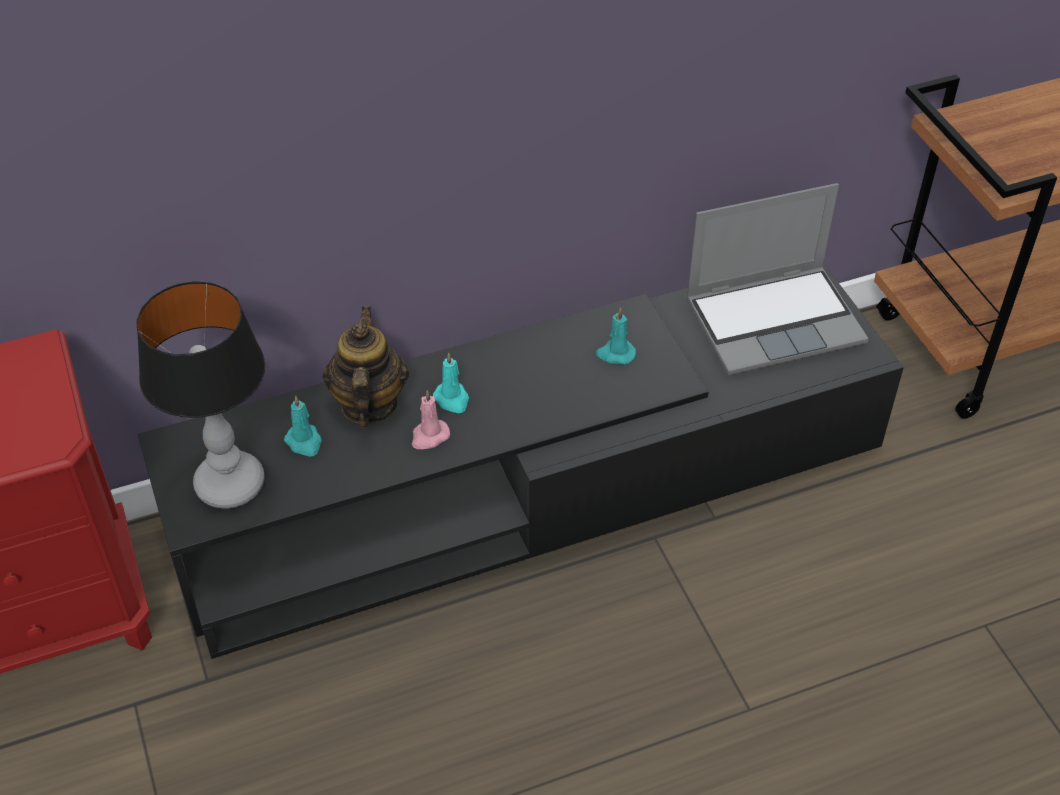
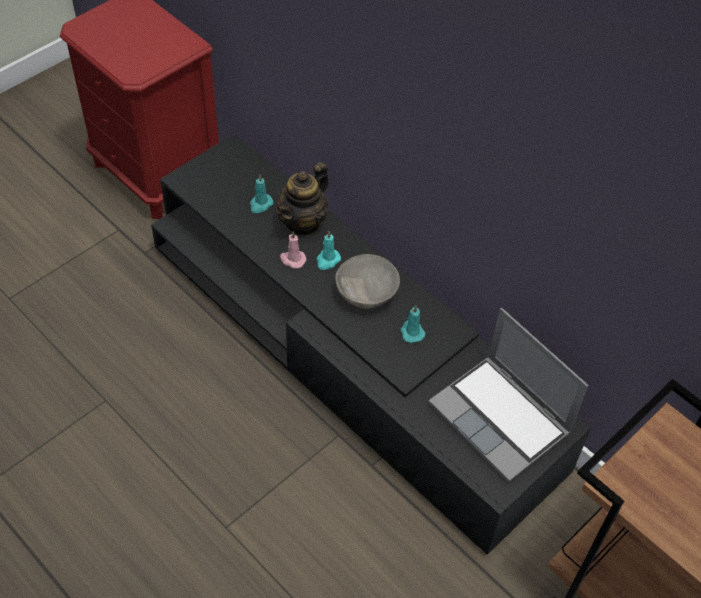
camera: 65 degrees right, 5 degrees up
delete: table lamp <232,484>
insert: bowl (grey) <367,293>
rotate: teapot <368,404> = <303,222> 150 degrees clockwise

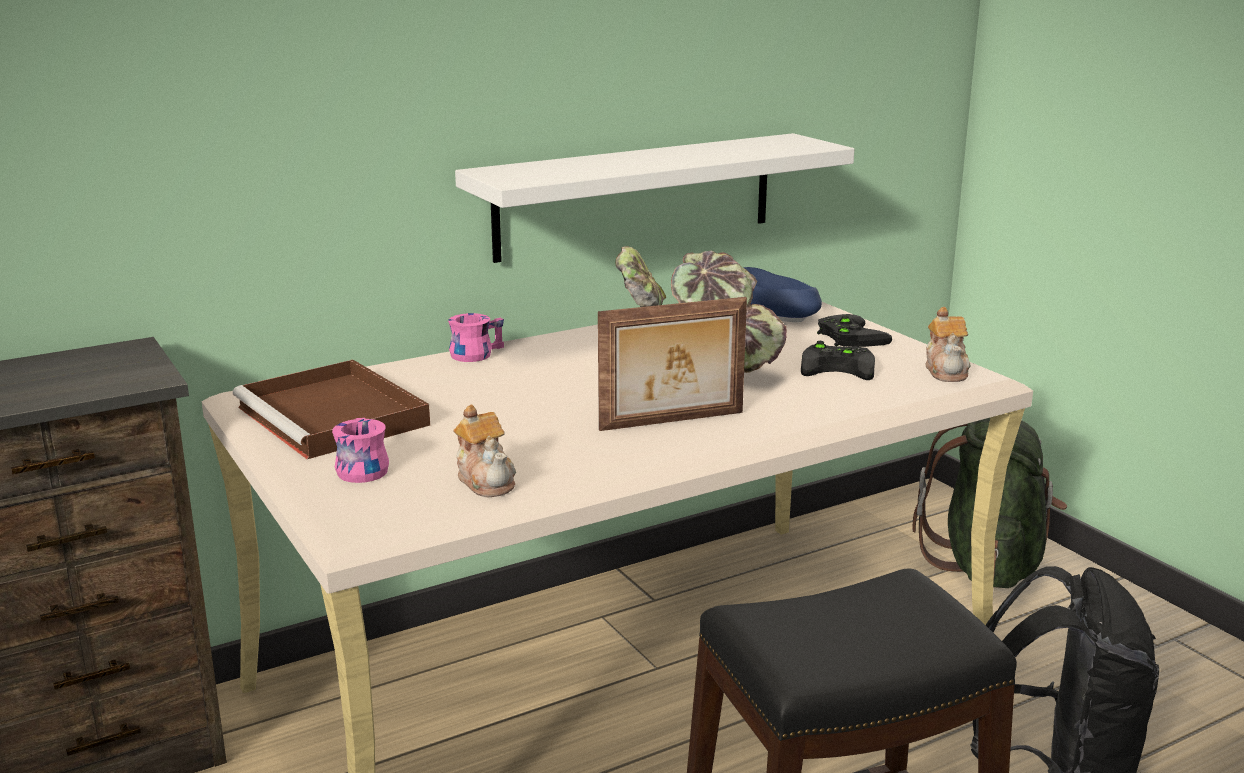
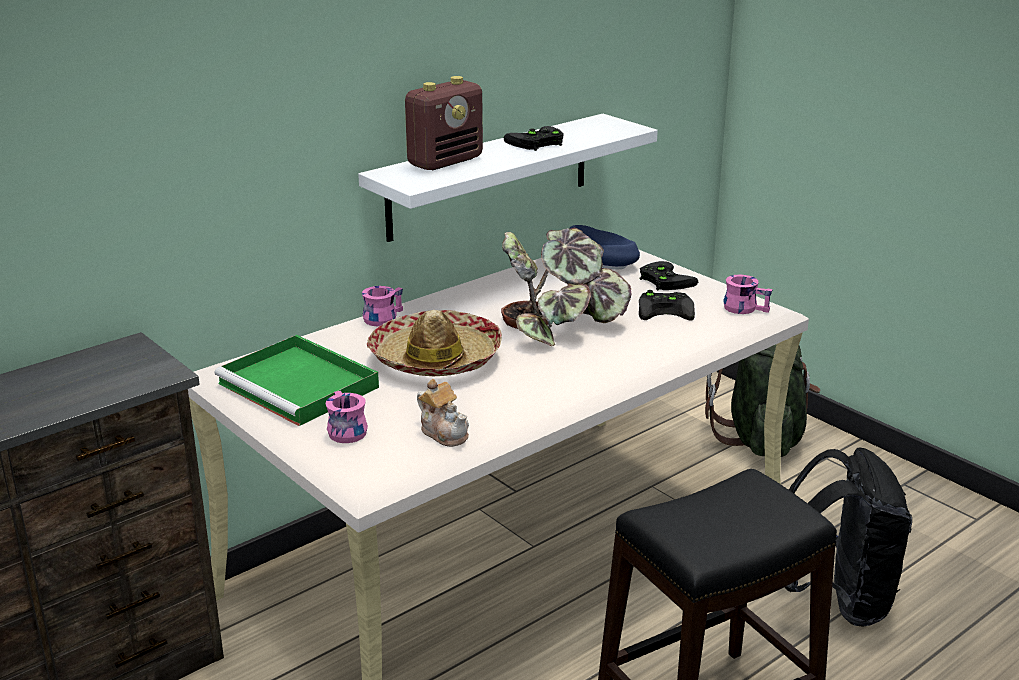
camera: 10 degrees left, 5 degrees up
delete: picture frame <672,422>
insert: hat <435,358>; radio <445,161>; game controller (black) <535,143>
replace: teapot <947,371> to mug (pink) <745,307>
recolor: tray (brown) <335,417> to tray (green) <301,386>

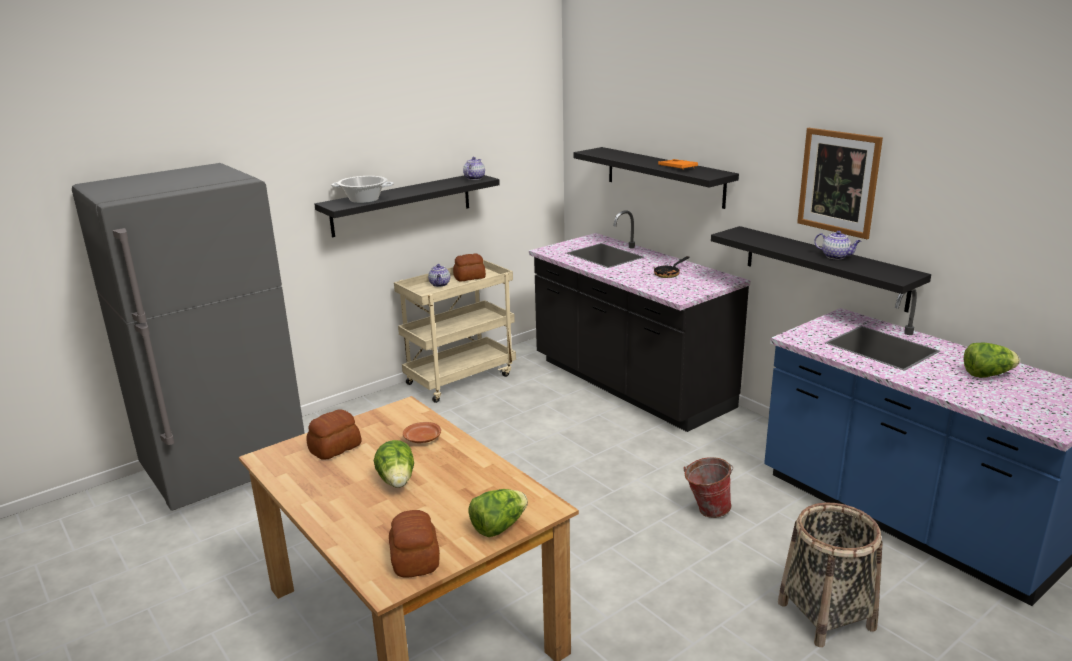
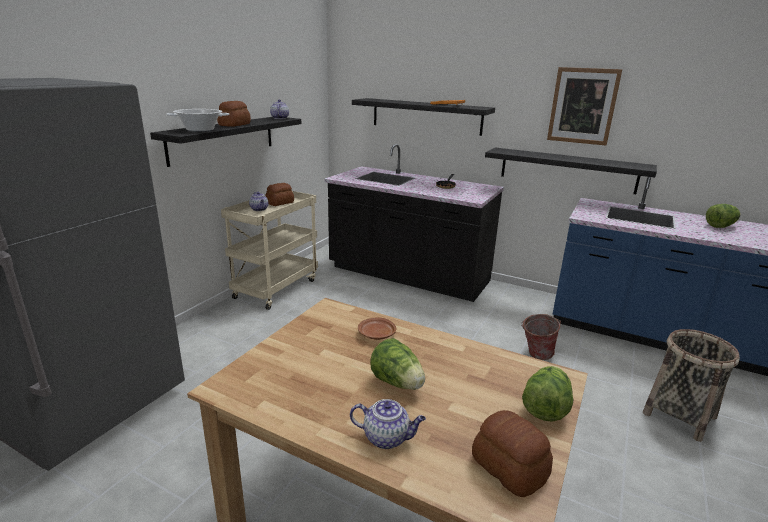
camera: 25 degrees left, 0 degrees up
move: bread <334,448> to <234,125>; teapot <836,256> to <387,438>

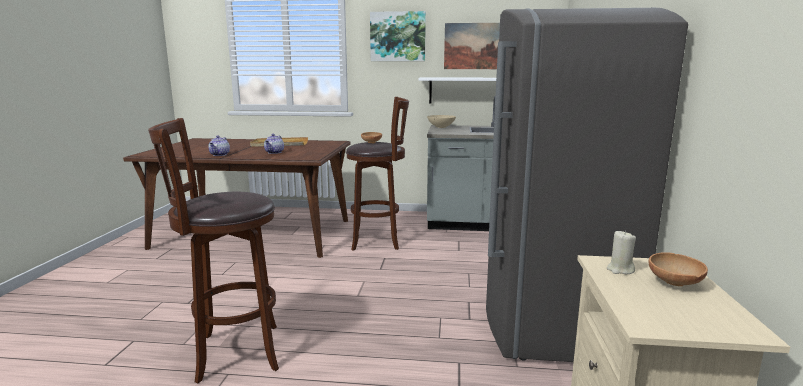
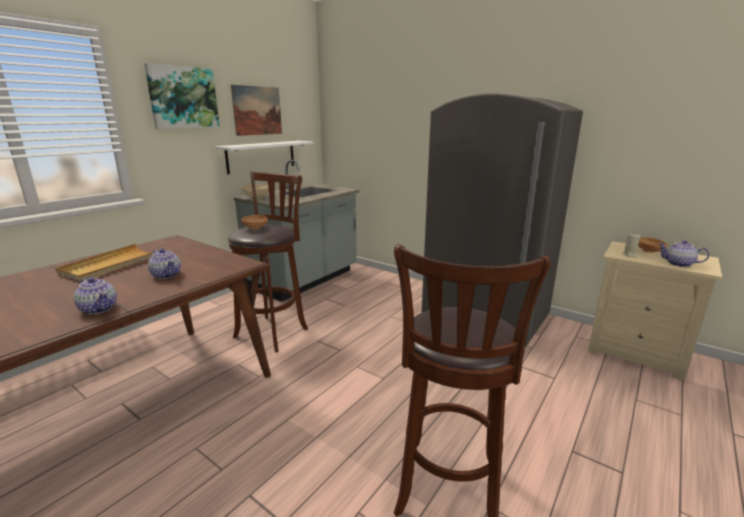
camera: 60 degrees left, 5 degrees up
insert: teapot <678,264>

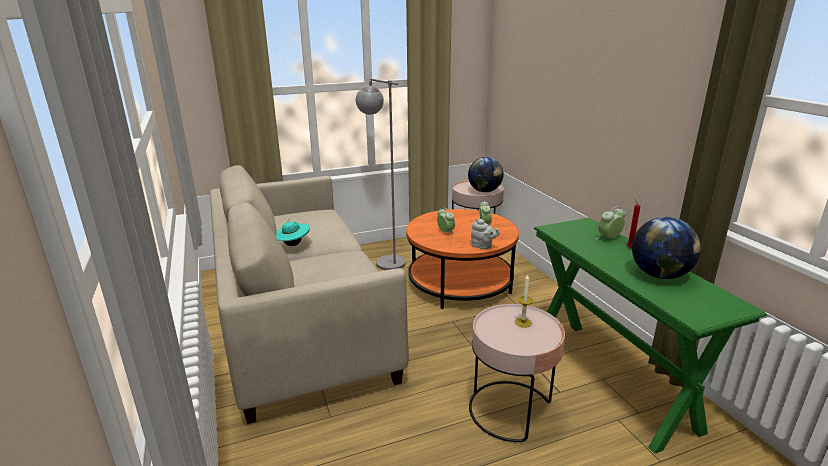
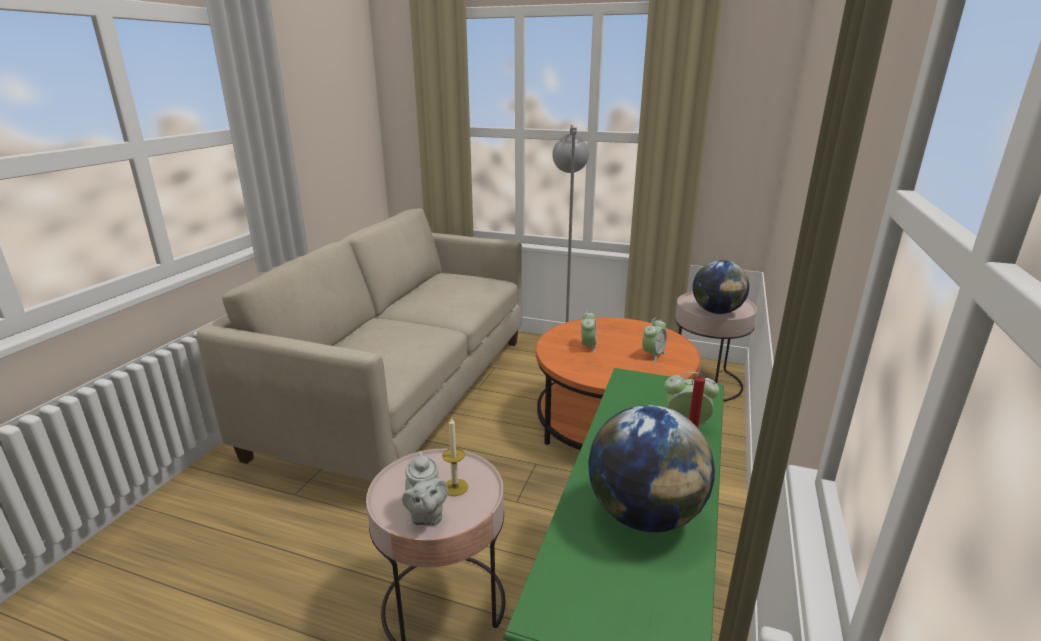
camera: 40 degrees right, 0 degrees up
delete: hat (turquoise) <293,244>
move: teapot (grey) <483,246> to <426,515>

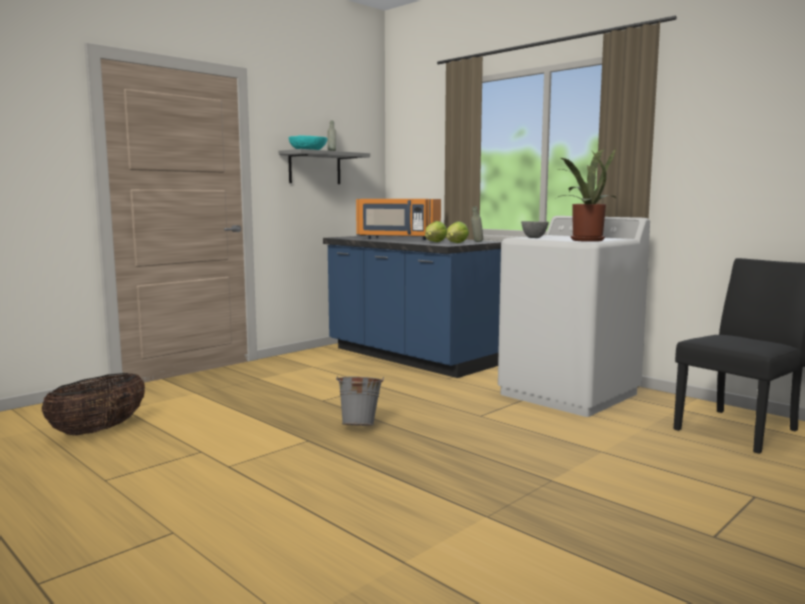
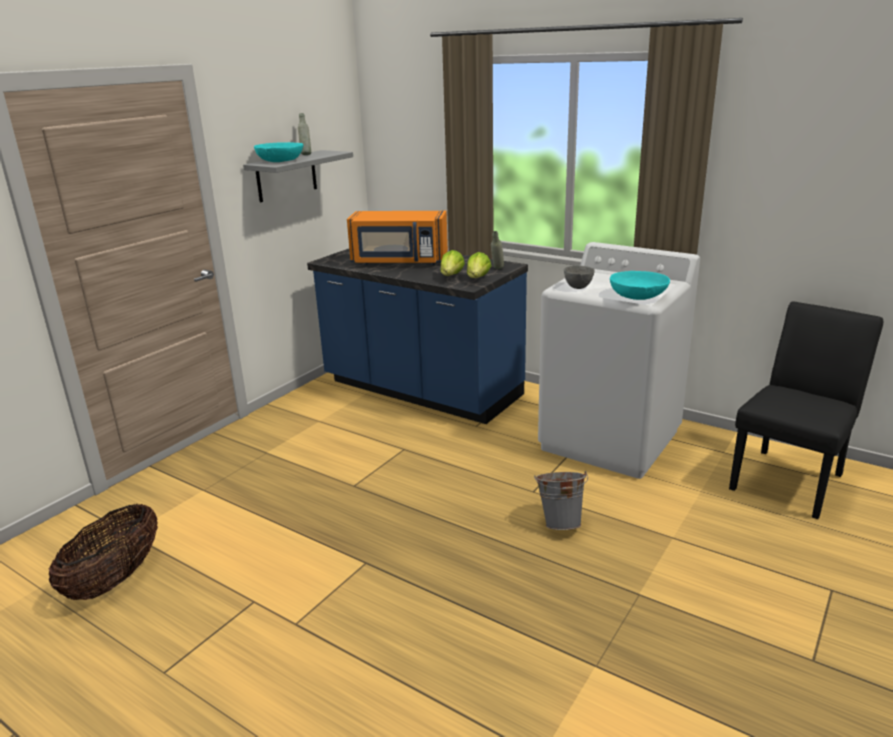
camera: 10 degrees left, 15 degrees up
move: bucket (grey) <360,426> to <560,522>
replace: potted plant <584,240> to bowl (turquoise) <638,296>

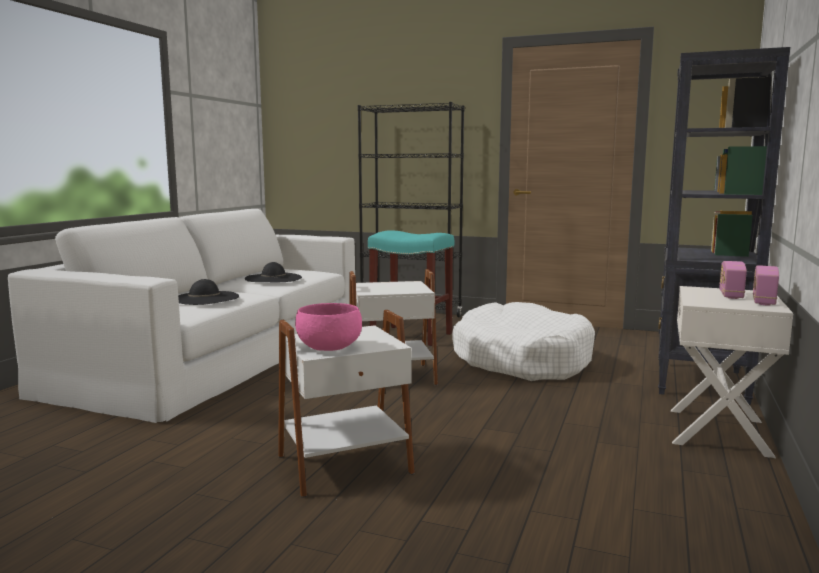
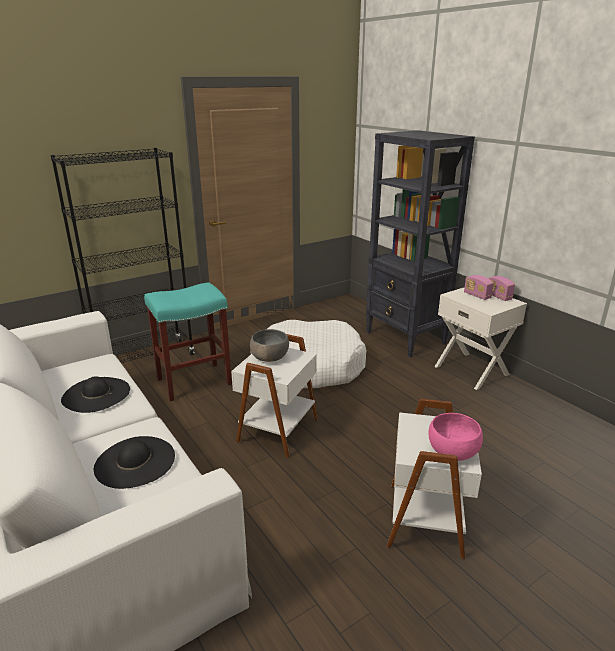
camera: 55 degrees left, 15 degrees up
insert: bowl (grey) <269,357>

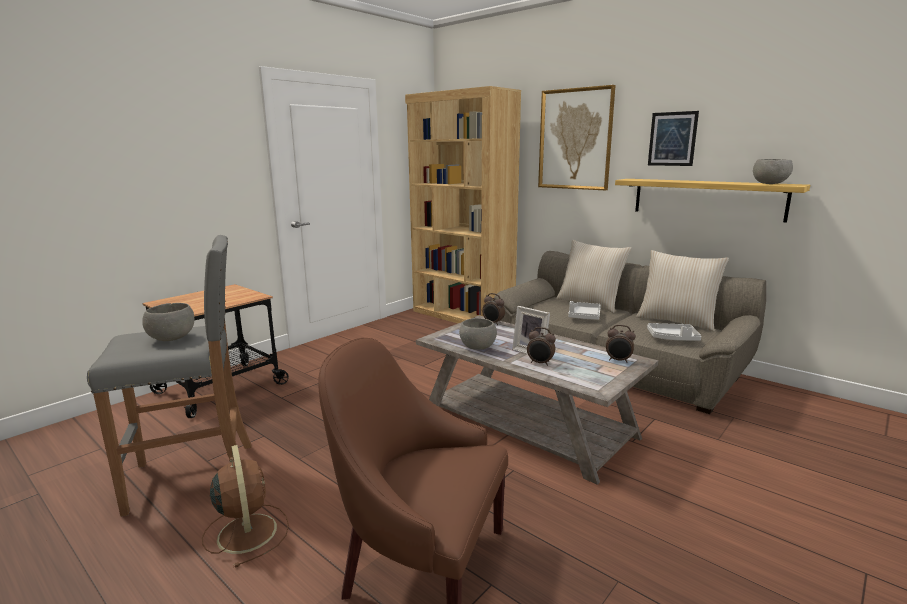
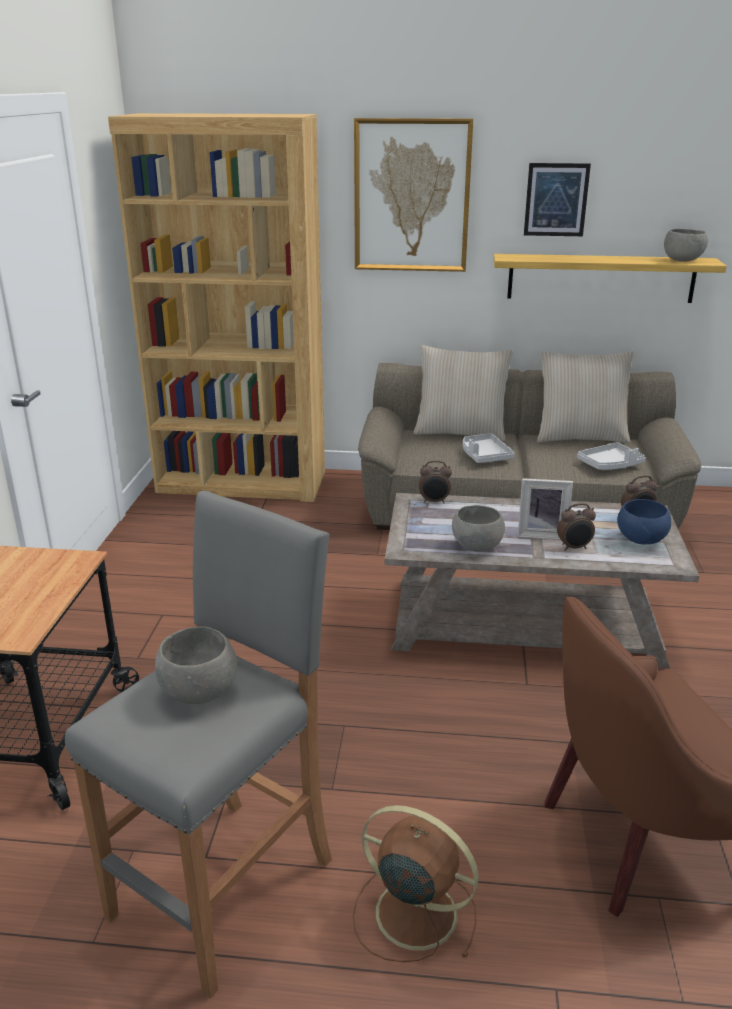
camera: 35 degrees left, 10 degrees up
insert: bowl (blue) <641,540>

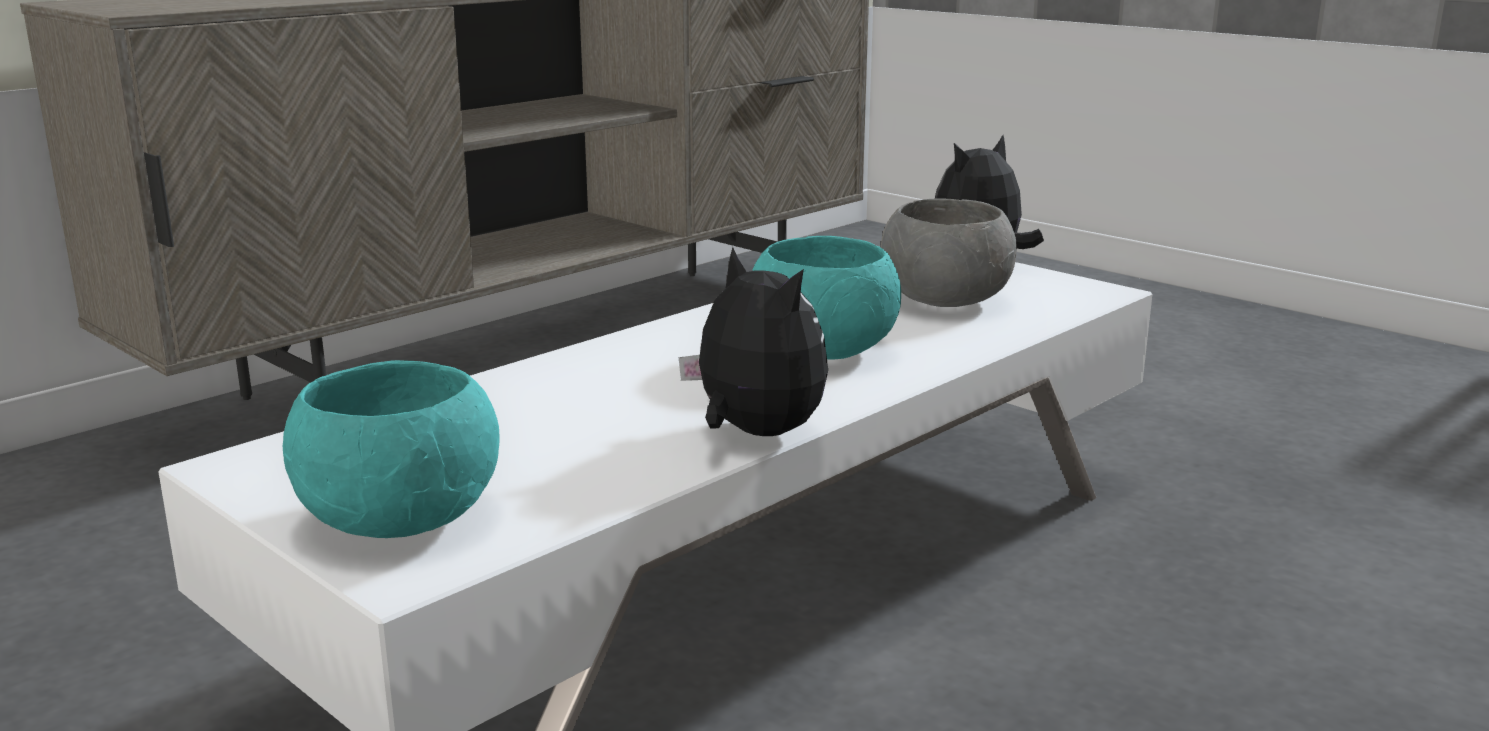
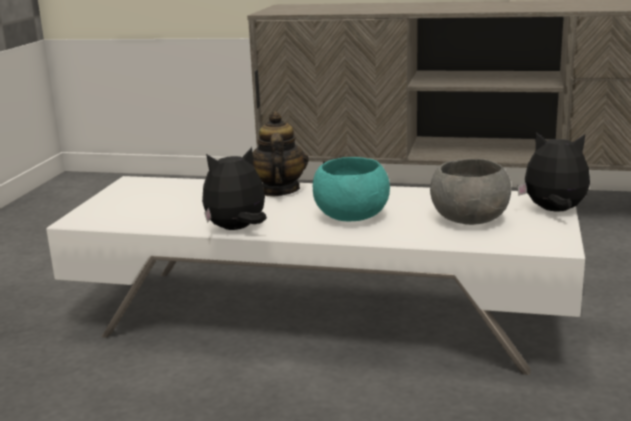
camera: 60 degrees right, 0 degrees up
delete: bowl (turquoise) <402,518>
insert: teapot <279,191>
rotate: plush toy <754,433> = <237,229> 135 degrees counterclockwise

